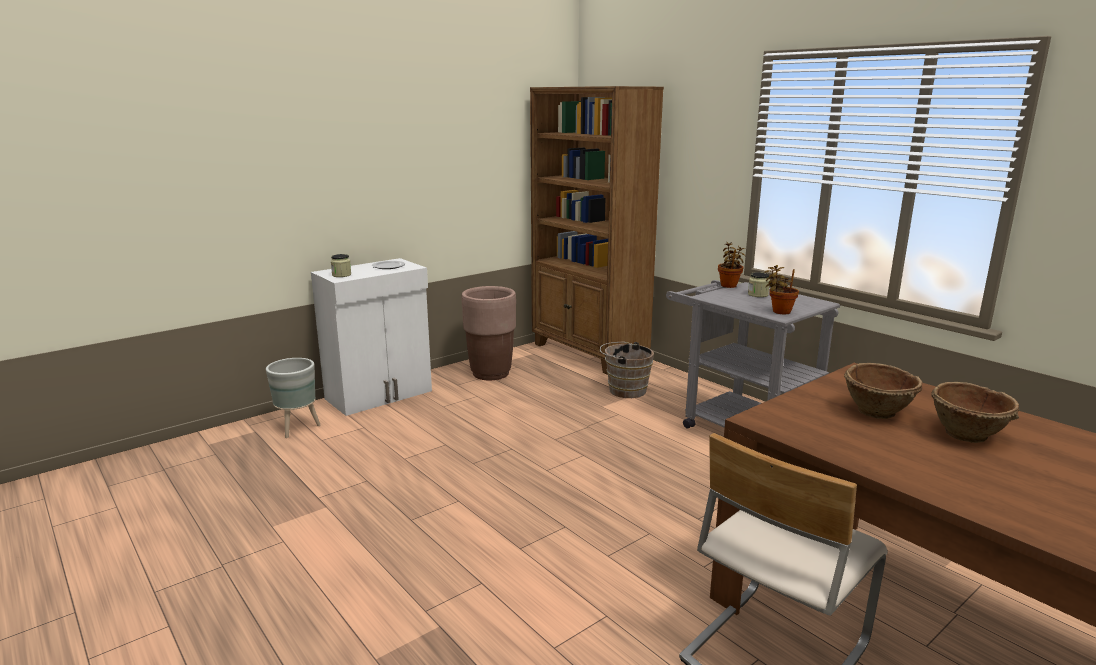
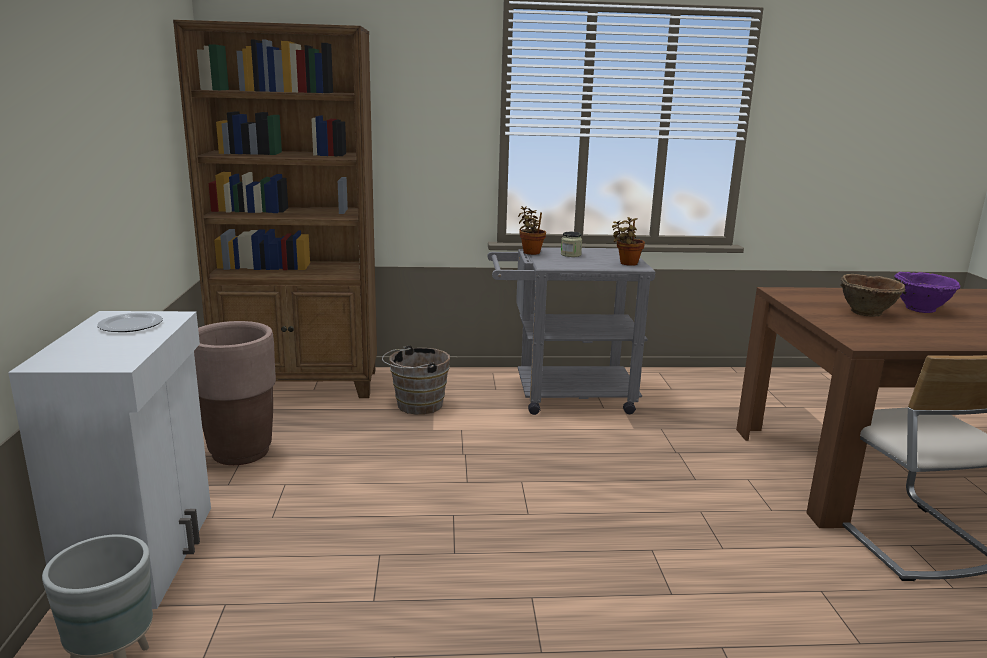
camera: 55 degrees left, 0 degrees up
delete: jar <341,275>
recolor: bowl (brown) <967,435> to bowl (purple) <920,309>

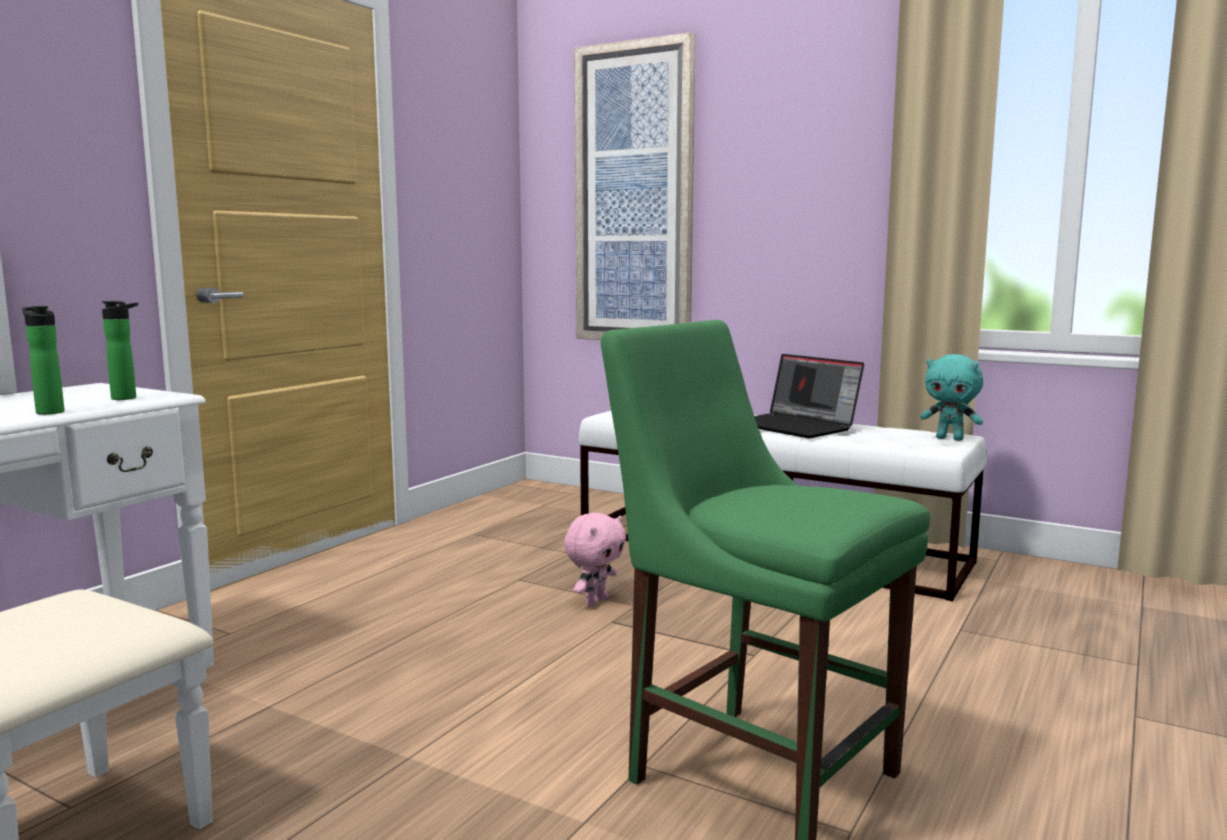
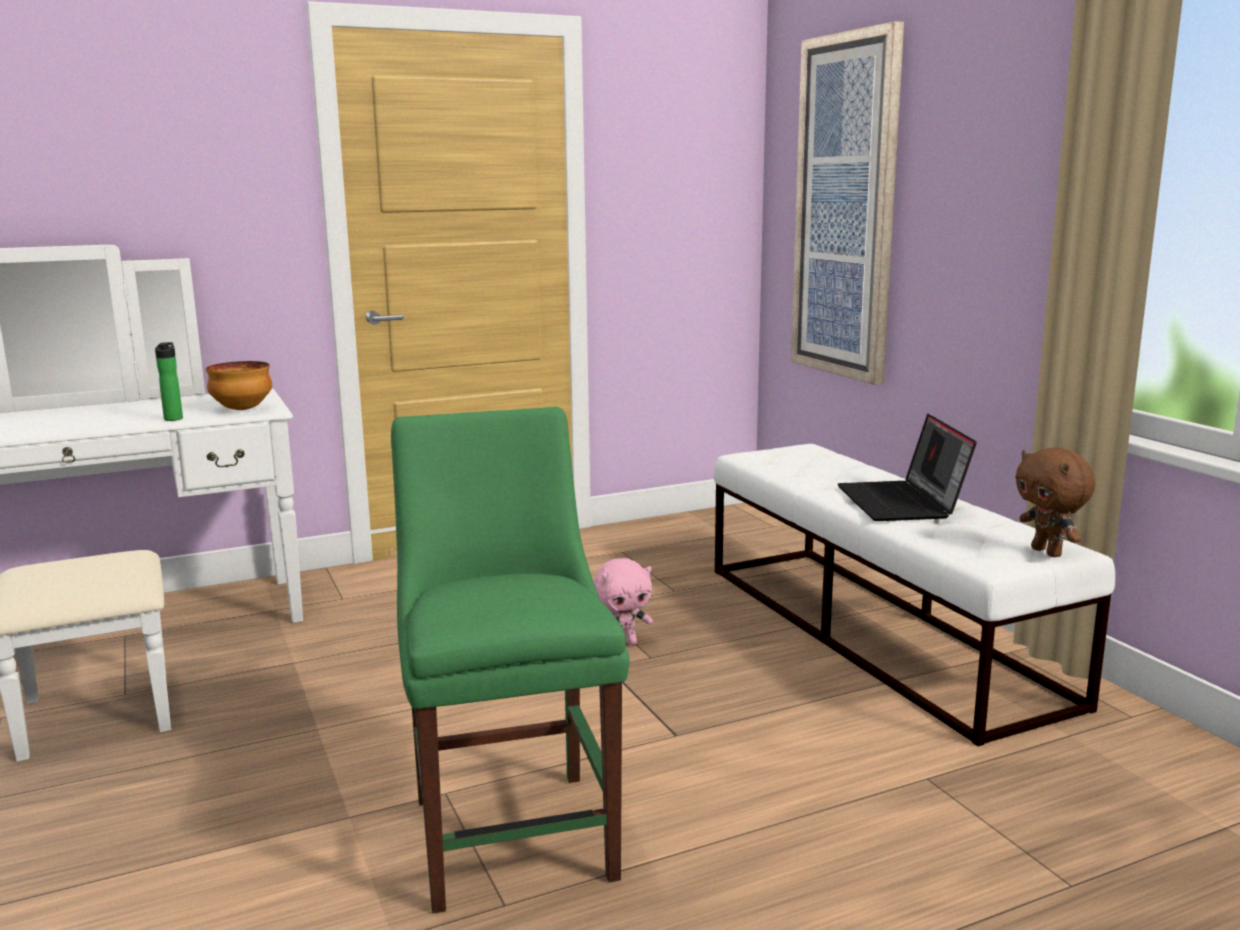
camera: 35 degrees right, 5 degrees up
replace: bottle <127,398> to bowl <242,410>
recolor: plush toy (turquoise) <950,439> to plush toy (brown) <1048,552>

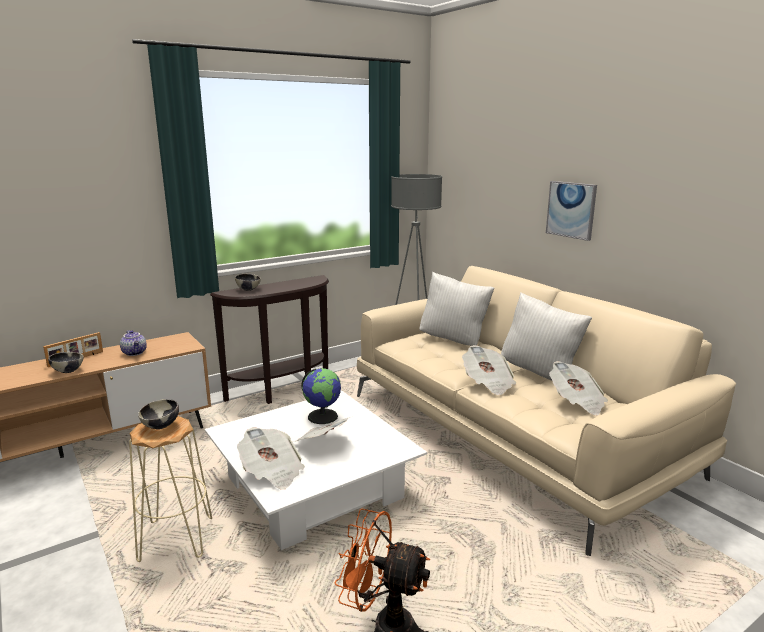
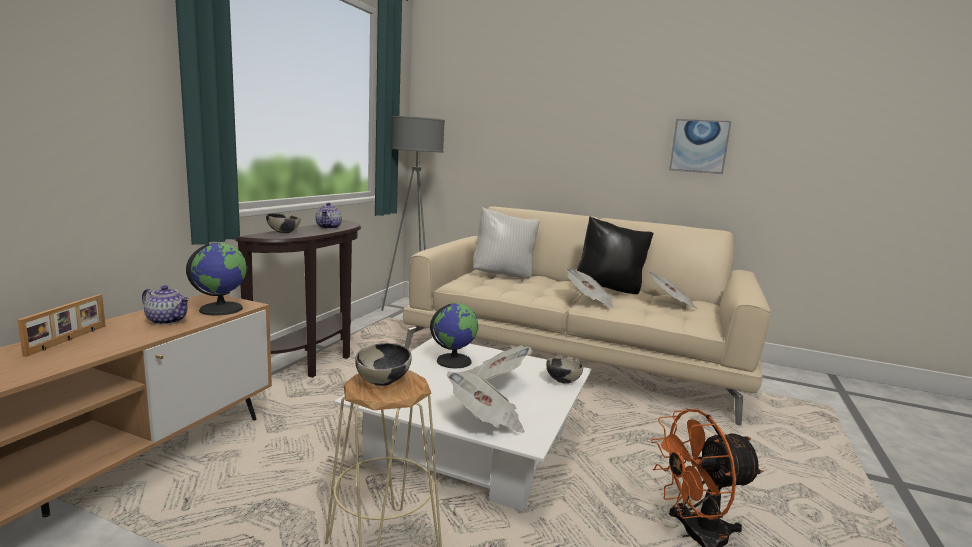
camera: 35 degrees left, 5 degrees down
insert: globe <220,309>; teapot <329,227>
move: bowl <68,371> to <562,381>; picture <571,210> to <699,146>
recolor: pillow (white) <540,372> to pillow (black) <609,289>

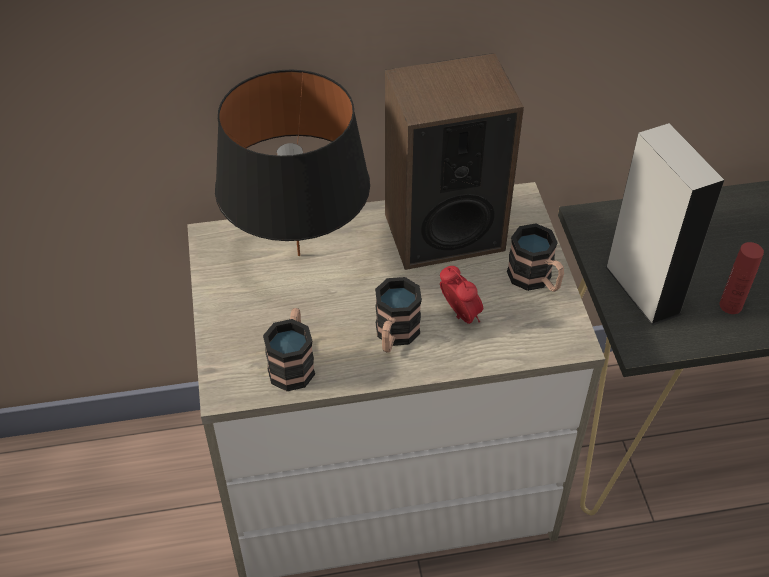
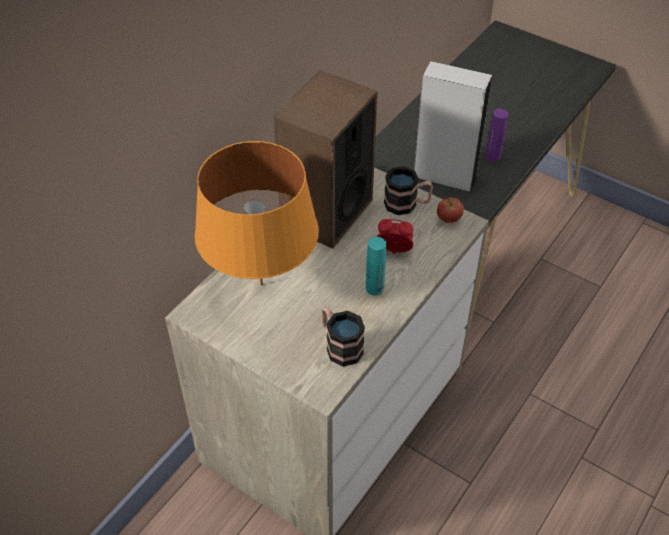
camera: 45 degrees left, 0 degrees up
insert: apple <449,219>
replace: mug <394,336> to bottle (turquoise) <374,288>
recolor: table lamp (black) <298,255> to table lamp (orange) <261,284>; bottle (red) <730,305> to bottle (purple) <493,156>

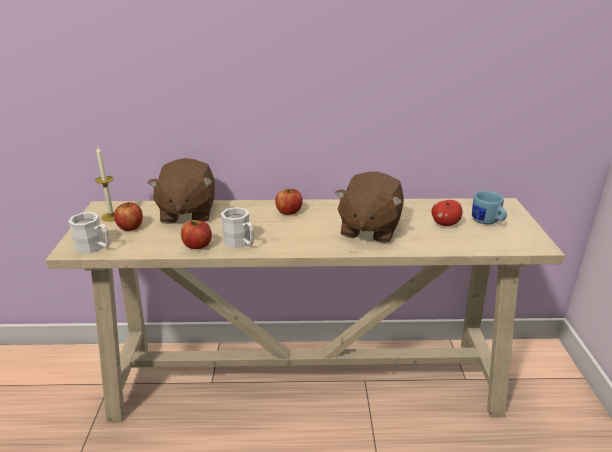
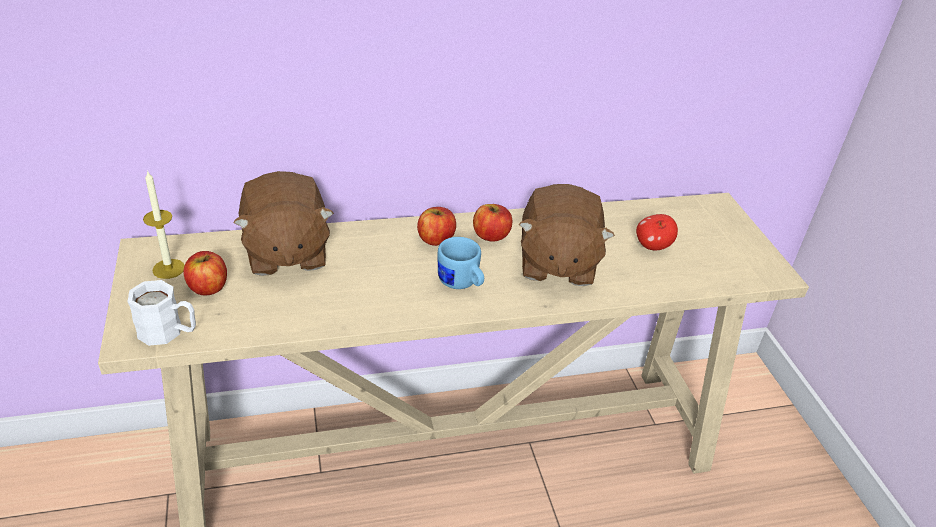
camera: 15 degrees left, 10 degrees up
delete: mug (white) <240,243>
move: apple <197,245> to <491,235>; mug (blue) <487,222> to <461,284>

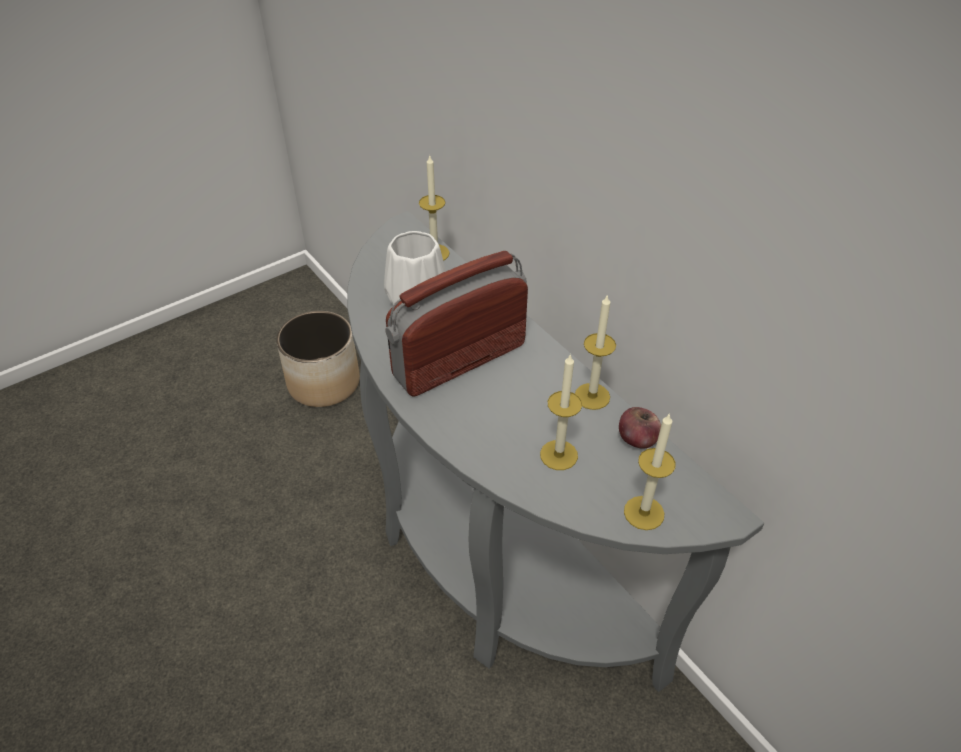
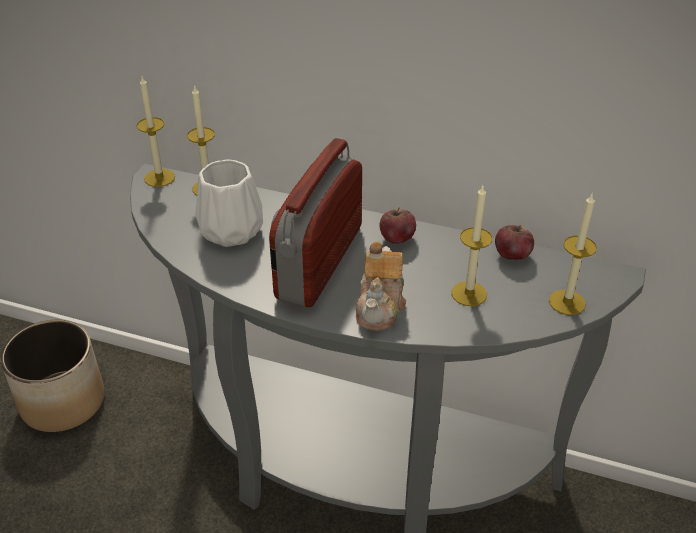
camera: 35 degrees left, 5 degrees down
insert: teapot <380,306>; apple <397,238>
move: candle <592,396> to <159,178>

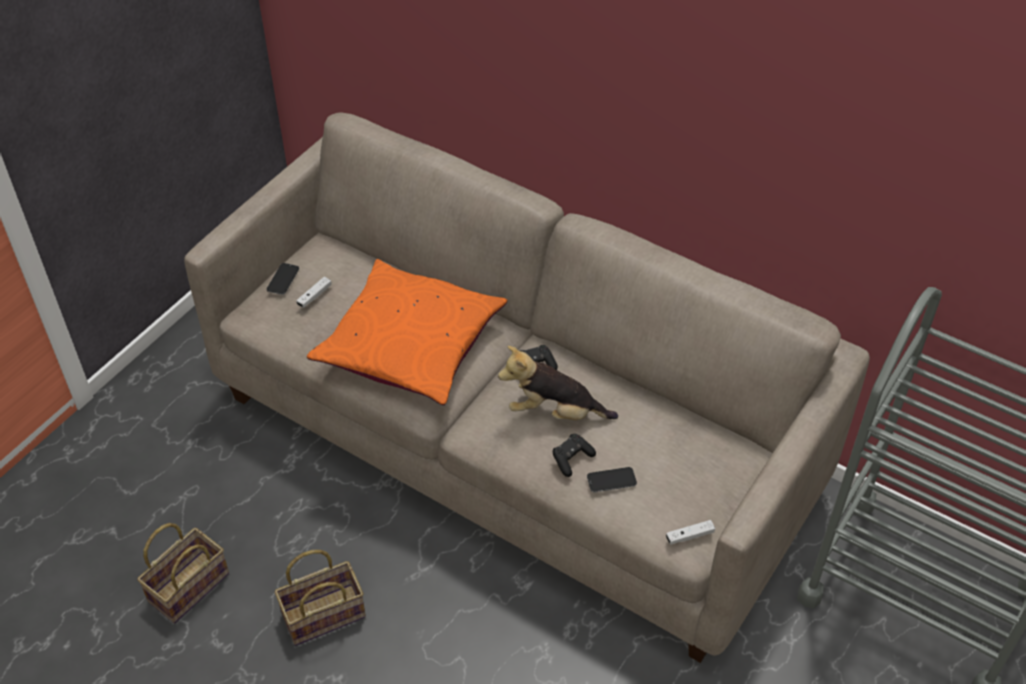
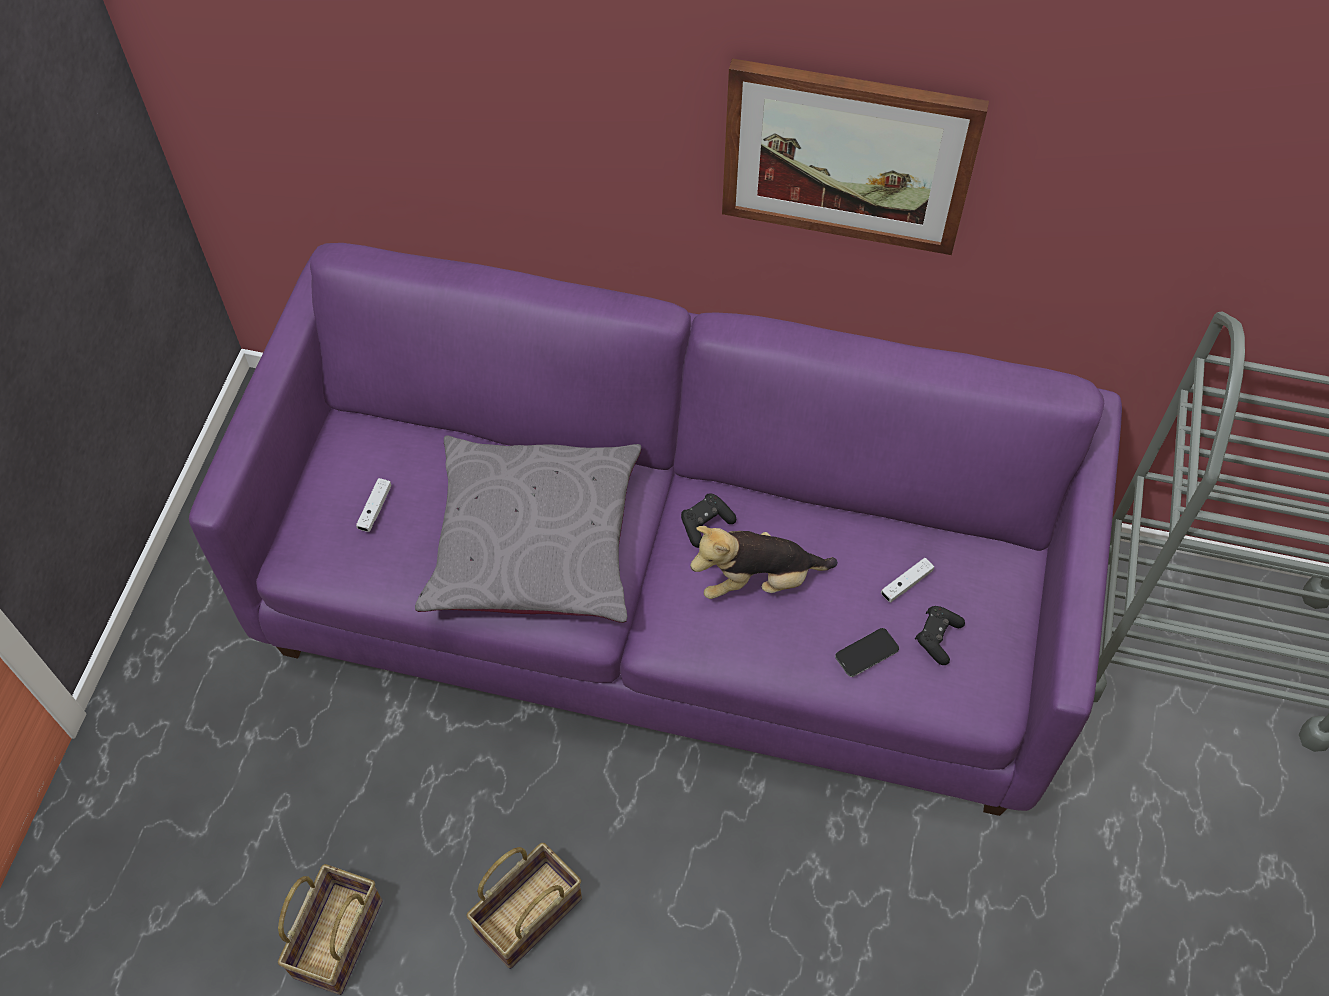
camera: 20 degrees left, 10 degrees up
delete: phone <283,279>
insert: picture <848,156>
move: game controller (black) <571,459> to <937,638>; game controller (white) <689,536> to <906,584>
recolor: sofa (beige) <514,441> to sofa (purple) <666,599>; pillow (orange) <410,344> to pillow (grey) <534,541>

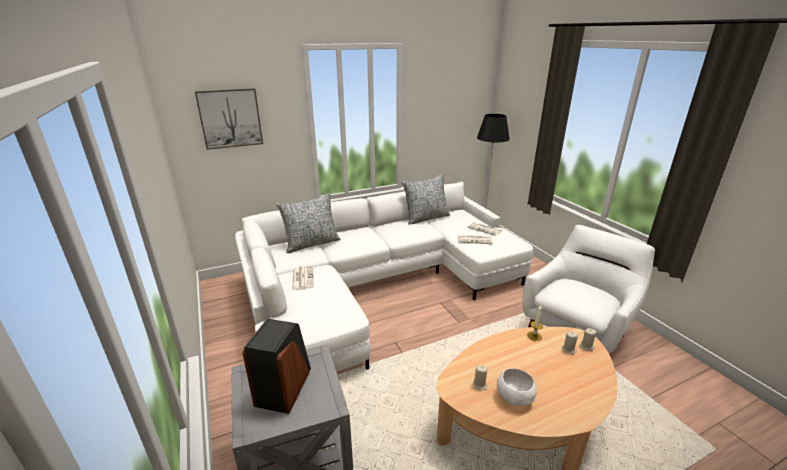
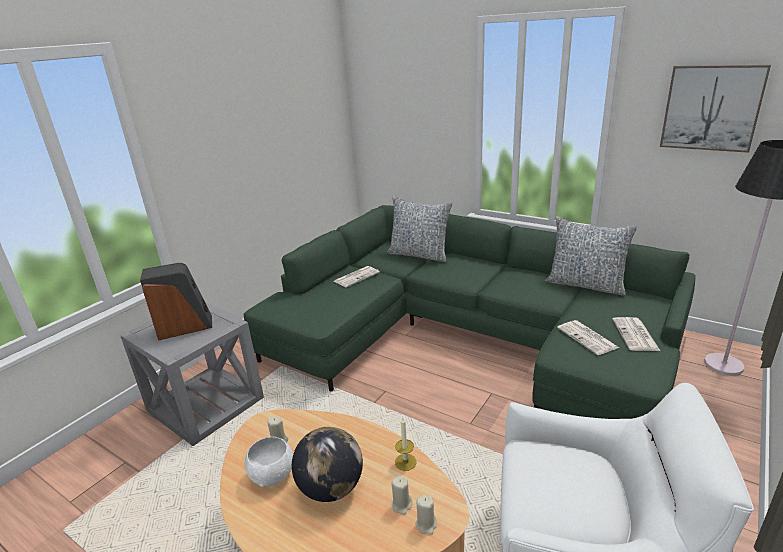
camera: 60 degrees right, 0 degrees up
insert: globe <331,488>
move: picture <230,118> to <711,108>
recolor: sofa (white) <376,285> to sofa (green) <466,336>

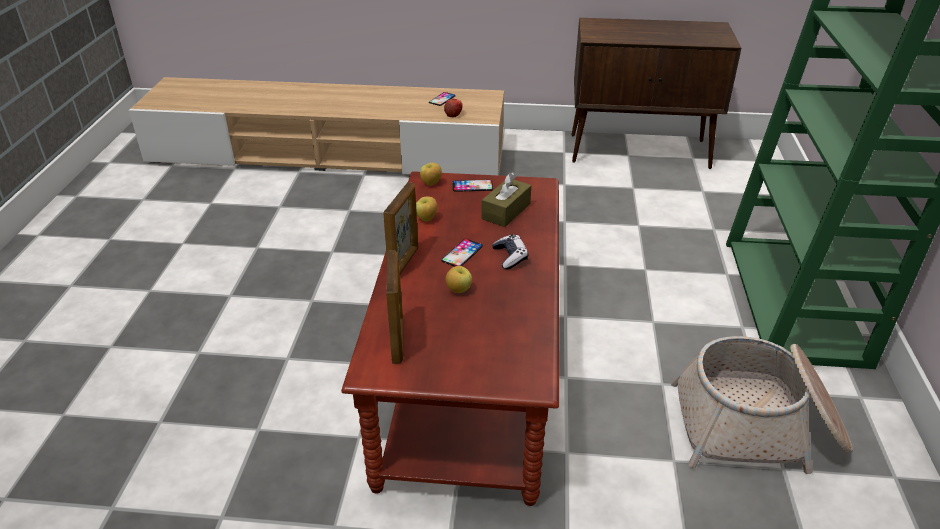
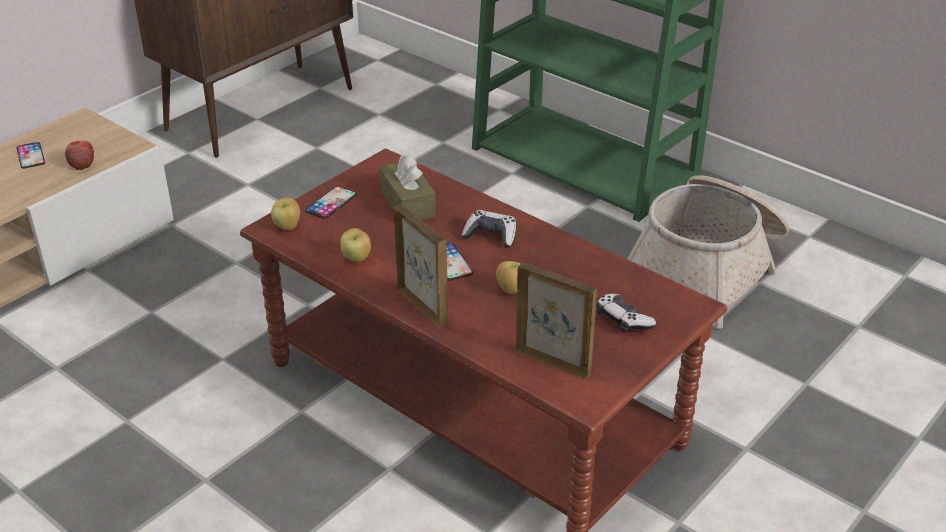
camera: 55 degrees left, 0 degrees up
insert: game controller <623,320>

